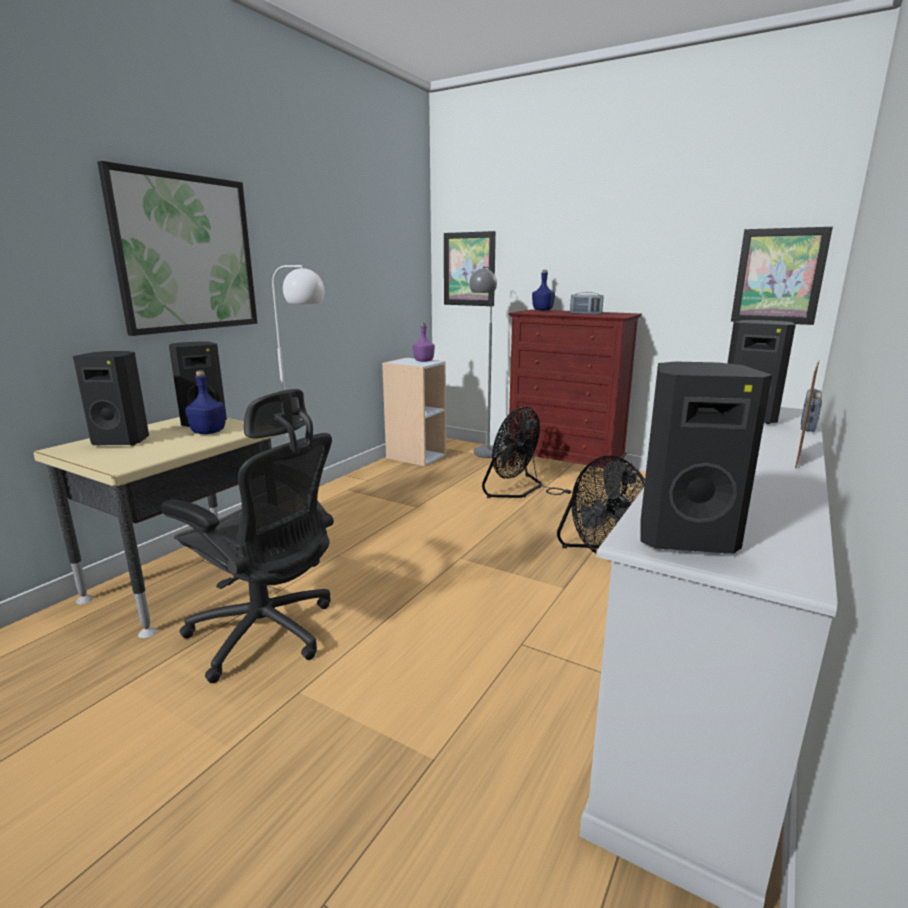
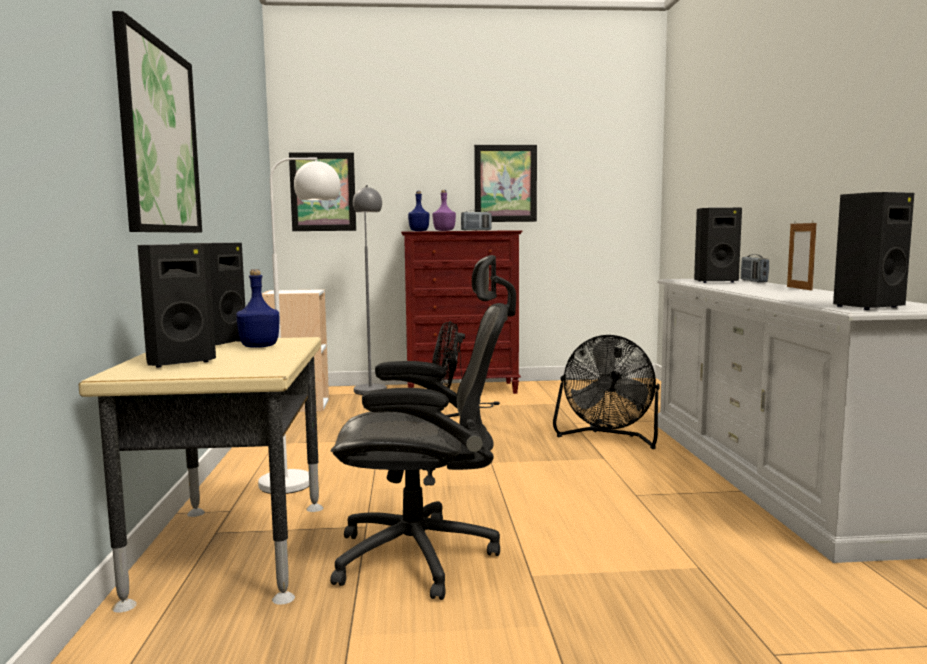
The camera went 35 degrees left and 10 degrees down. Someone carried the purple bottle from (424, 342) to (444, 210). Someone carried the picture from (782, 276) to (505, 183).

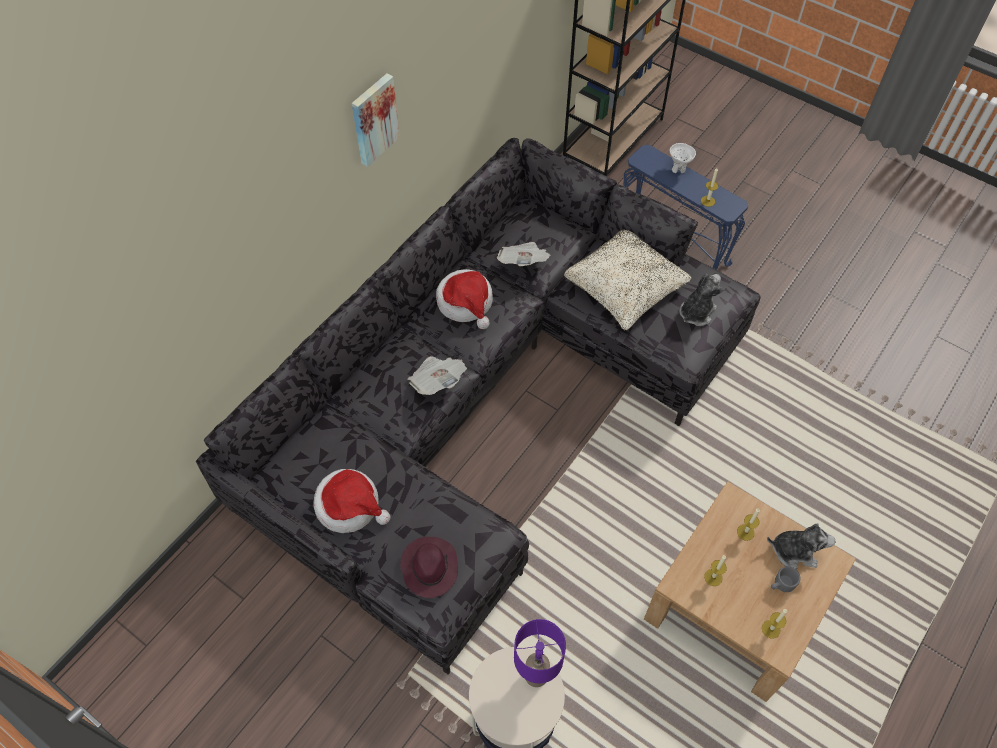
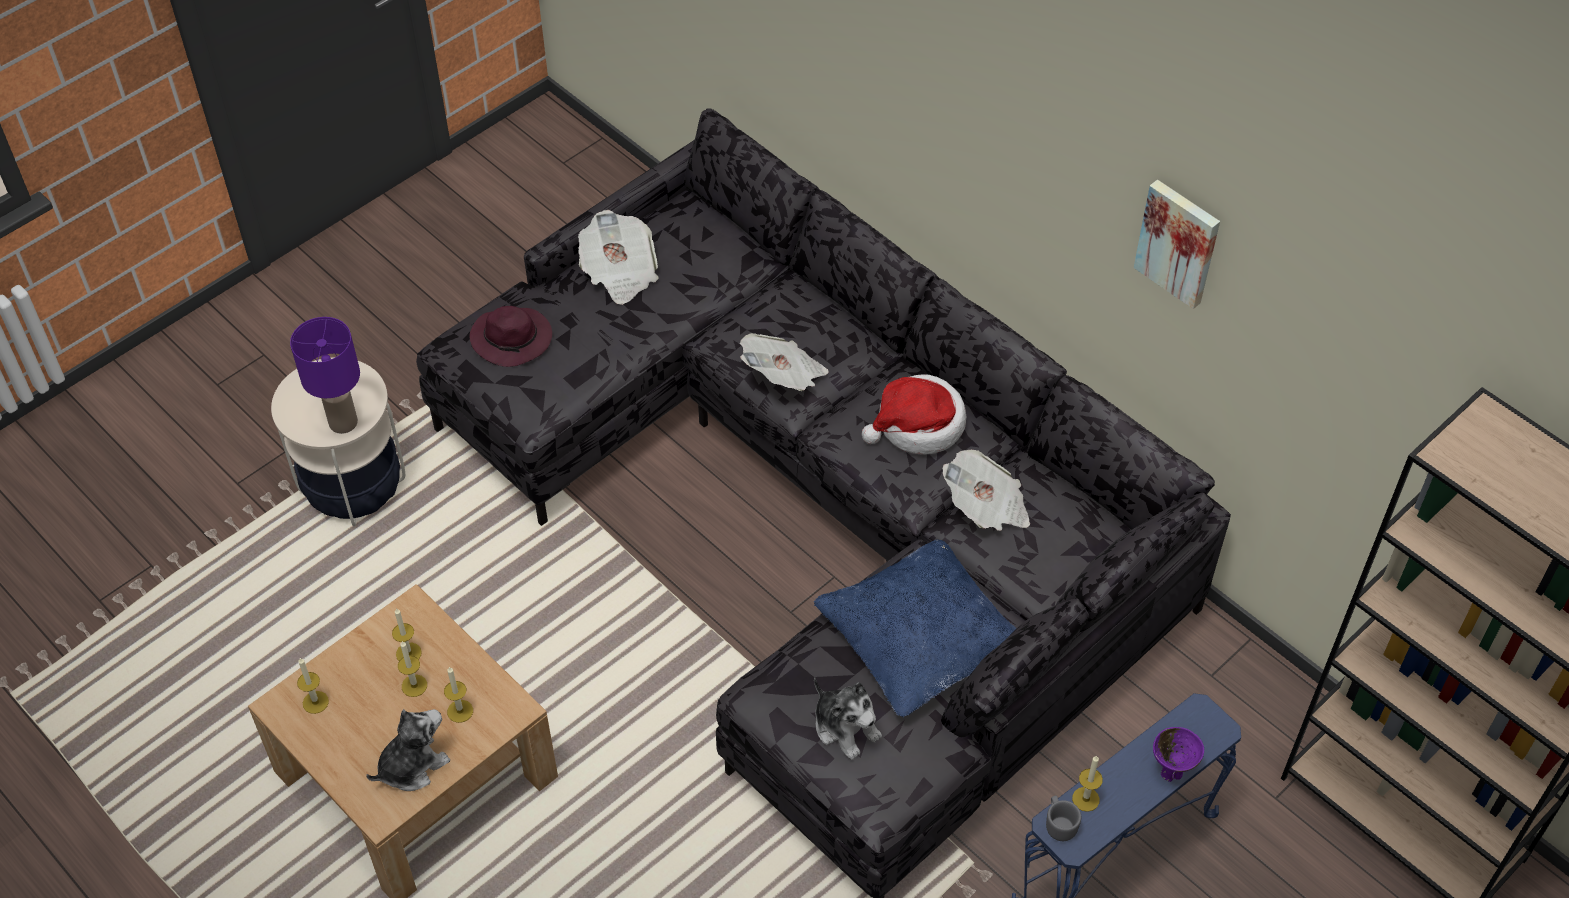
The camera went 100 degrees right and 5 degrees down. Someone rotated the plush toy at (801, 546) by 150 degrees counterclockwise. Someone put down the candle at (412, 669). Someone swapped the hat at (352, 501) for the newspaper at (618, 257). Someone repainted the beige pillow at (628, 280), which became the blue pillow at (915, 628). Someone carried the grey mug from (785, 579) to (1063, 818). Someone carried the picture from (376, 120) to (1177, 244). Someone repainted the white bowl at (683, 158), which became the purple bowl at (1178, 754).

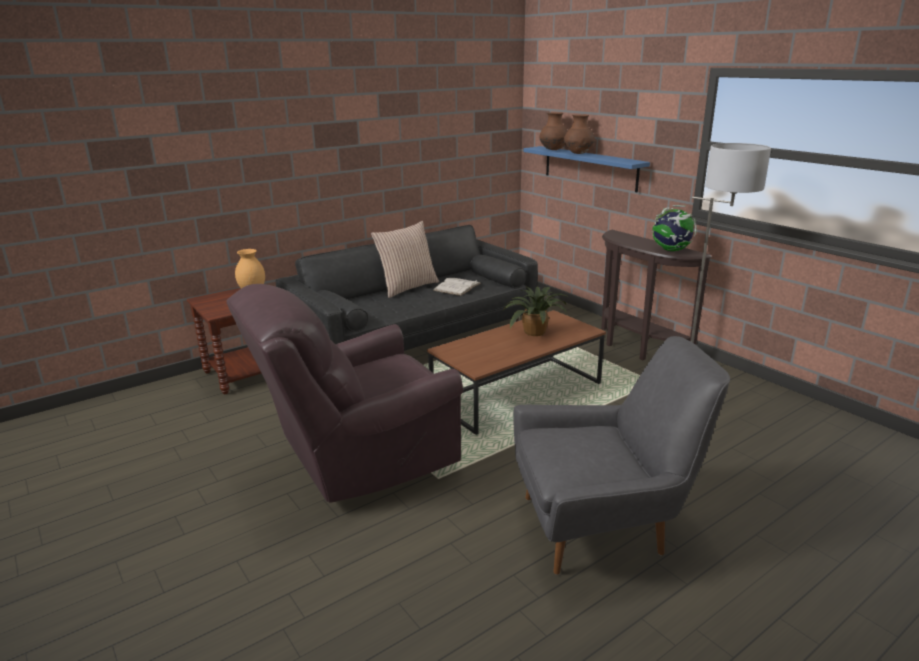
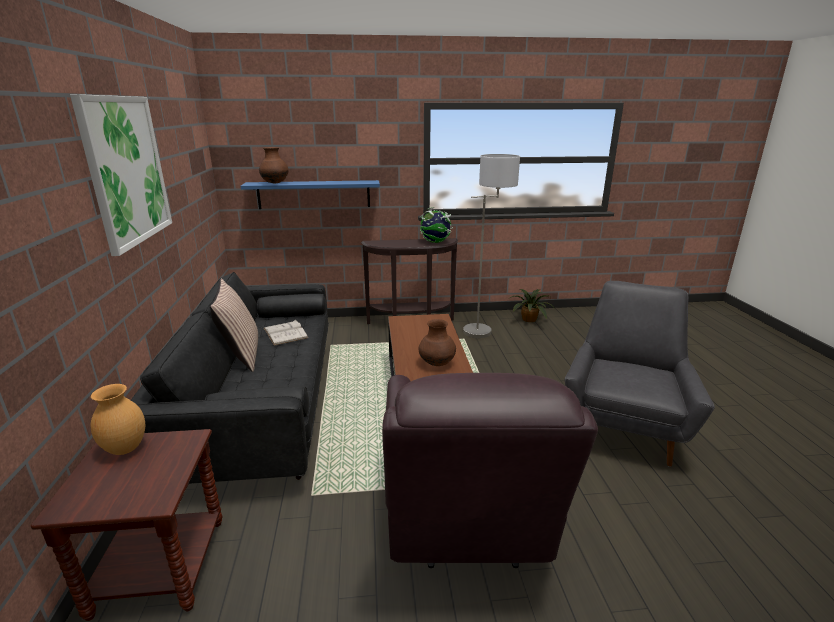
The camera went 60 degrees left and 0 degrees up. Someone put up the picture at (121, 175). Someone carried the brown vase from (579, 134) to (437, 342). Someone carried the potted plant from (535, 311) to (532, 305).

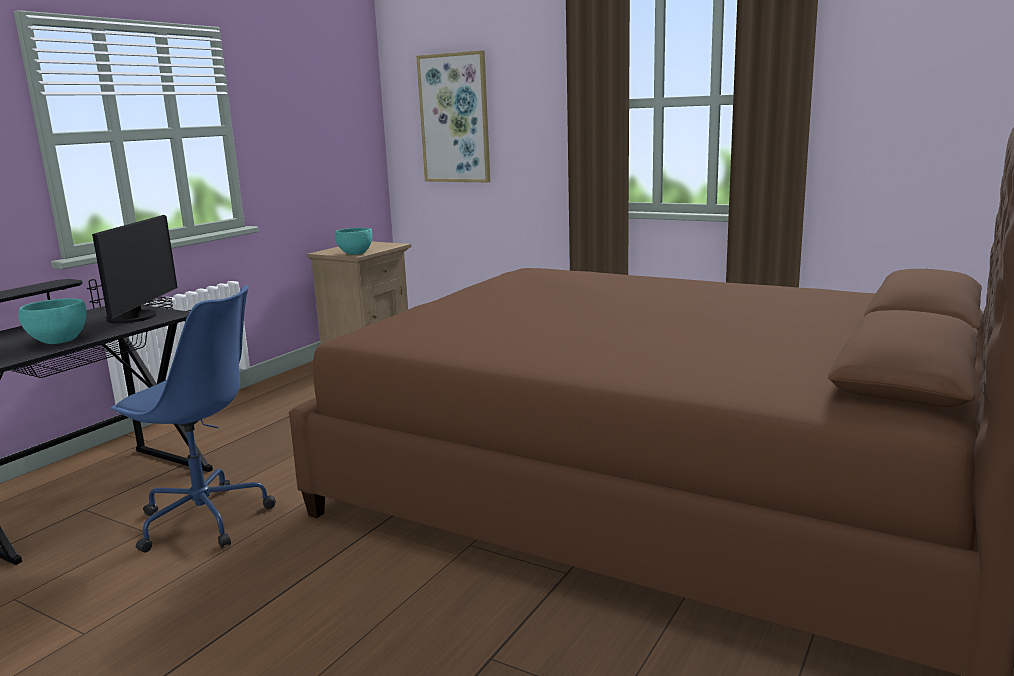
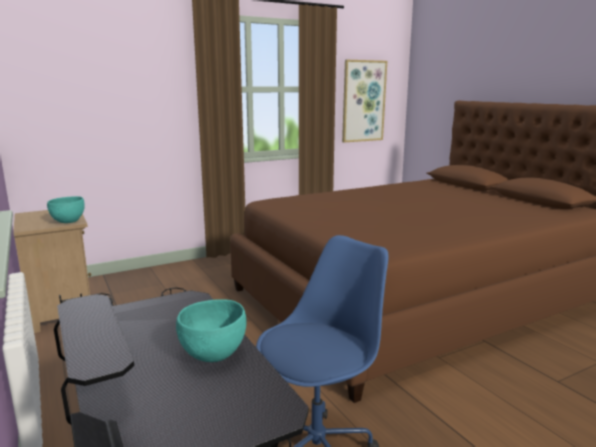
The camera went 60 degrees left and 0 degrees up. Someone carried the picture from (453, 116) to (364, 101). Someone took away the monitor at (135, 269).

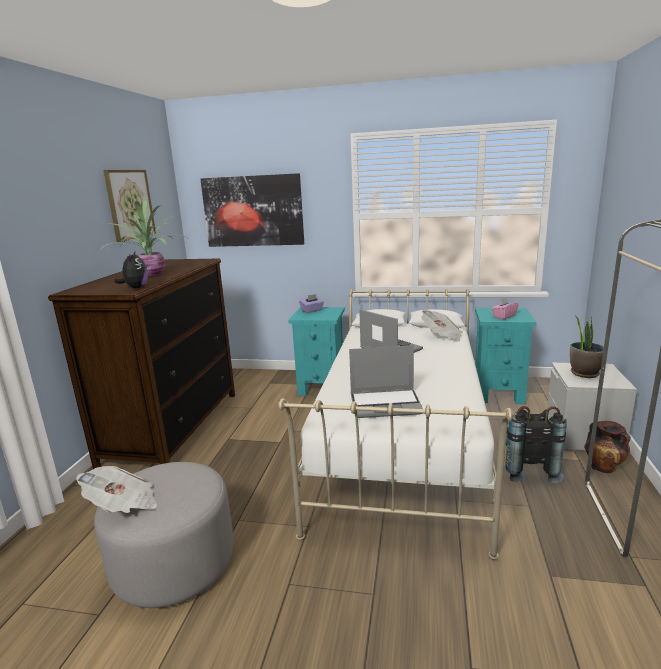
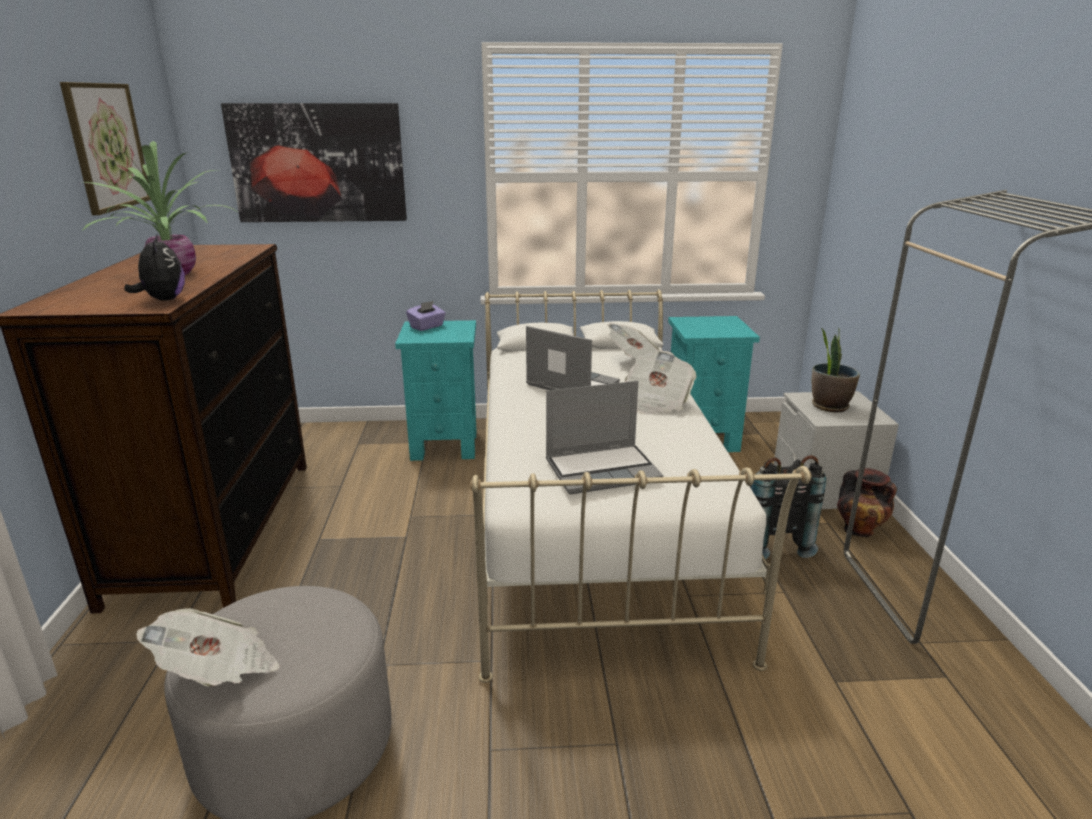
The camera went 15 degrees left and 5 degrees up. Someone put down the newspaper at (661, 383). Someone took away the pink tissue box at (505, 308).

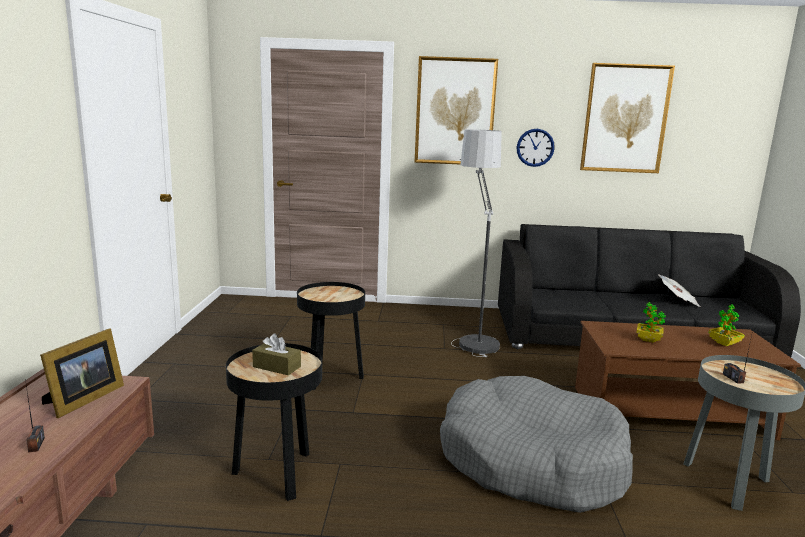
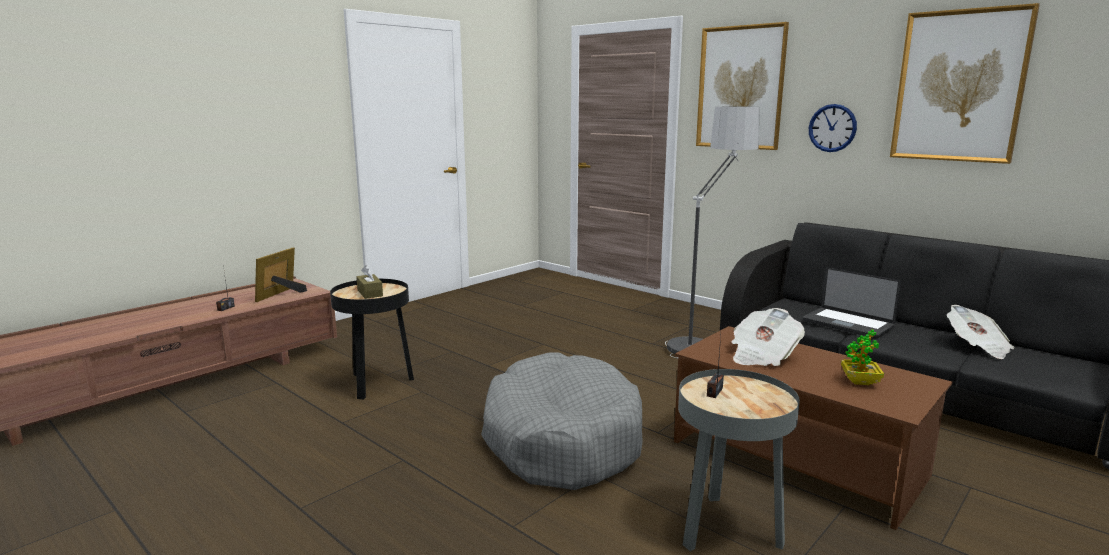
The camera went 40 degrees right and 0 degrees up. Someone rotated the picture frame at (82, 373) by 135 degrees clockwise. Someone swapped the potted plant at (651, 322) for the newspaper at (768, 337). Someone put down the laptop at (851, 302). Someone took away the black side table at (331, 336).

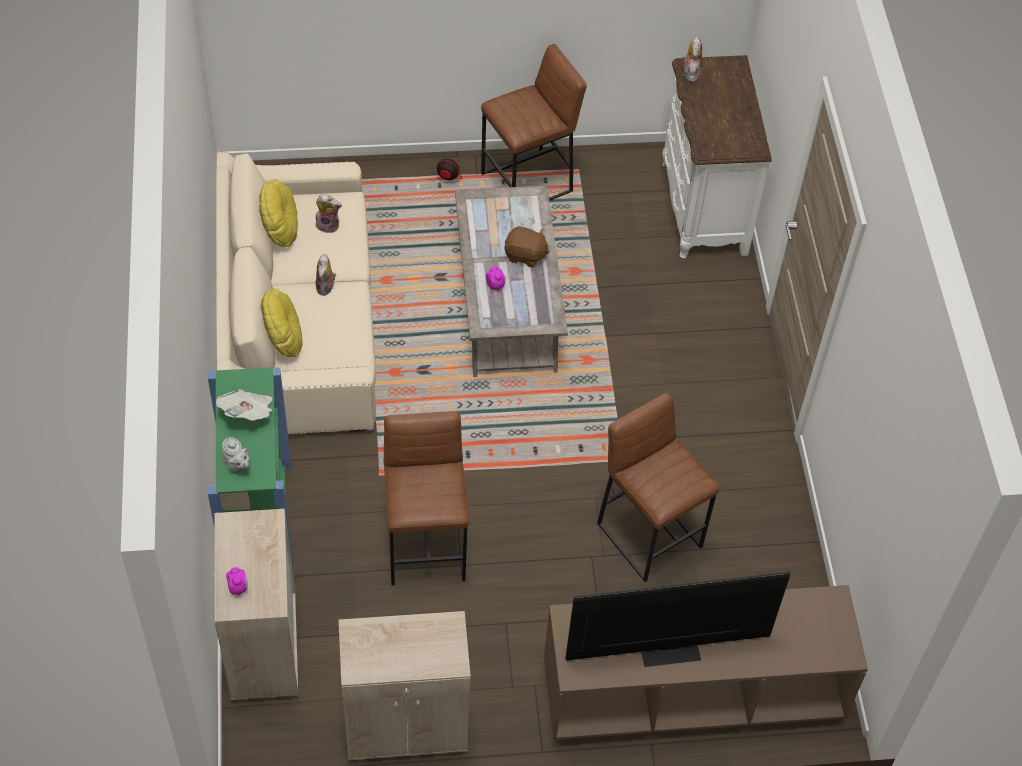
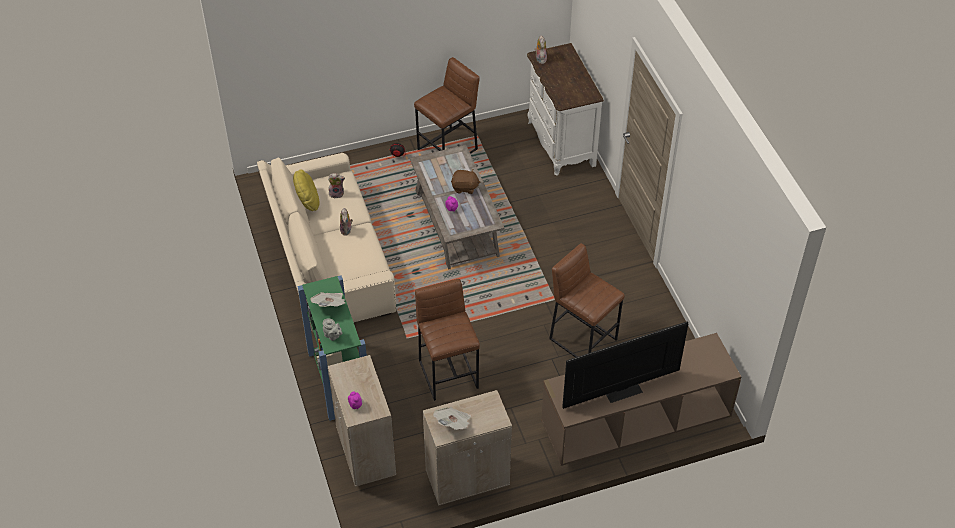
The camera went 10 degrees left and 5 degrees down. Someone put down the newspaper at (452, 418). Someone took away the yellow pillow at (282, 322).

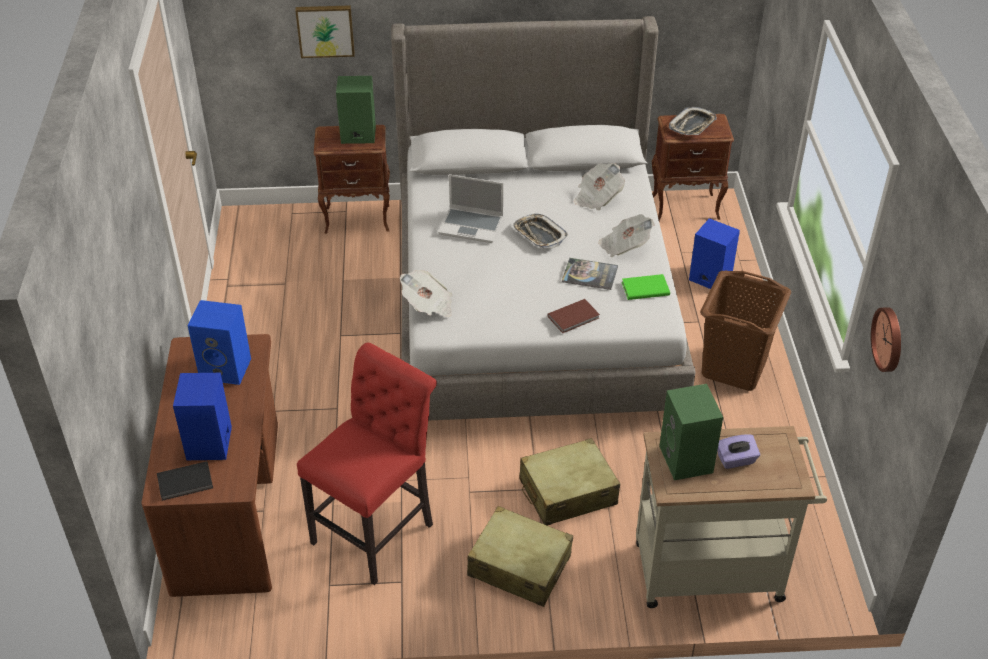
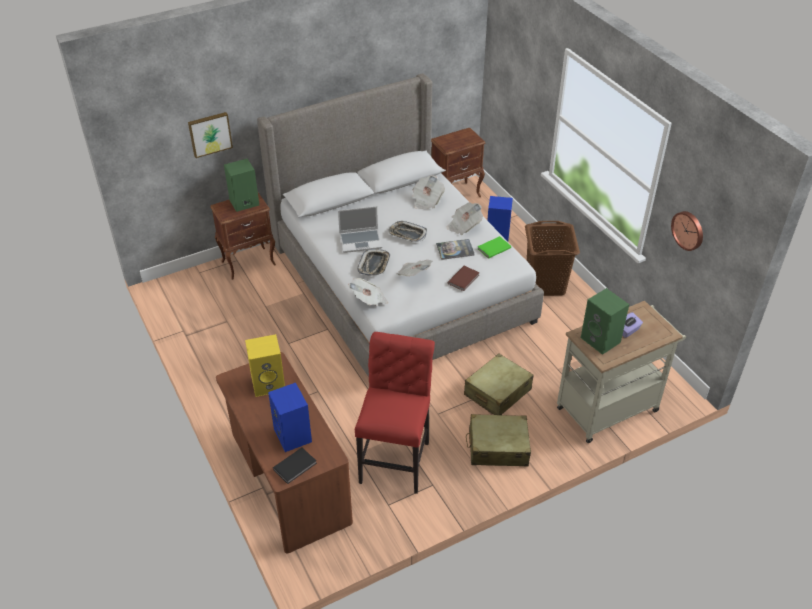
The camera went 25 degrees left and 0 degrees up. Someone repainted the blue speaker at (219, 342), which became the yellow speaker at (265, 365). Someone carried the tray from (693, 121) to (373, 262). Someone put down the newspaper at (414, 268).

